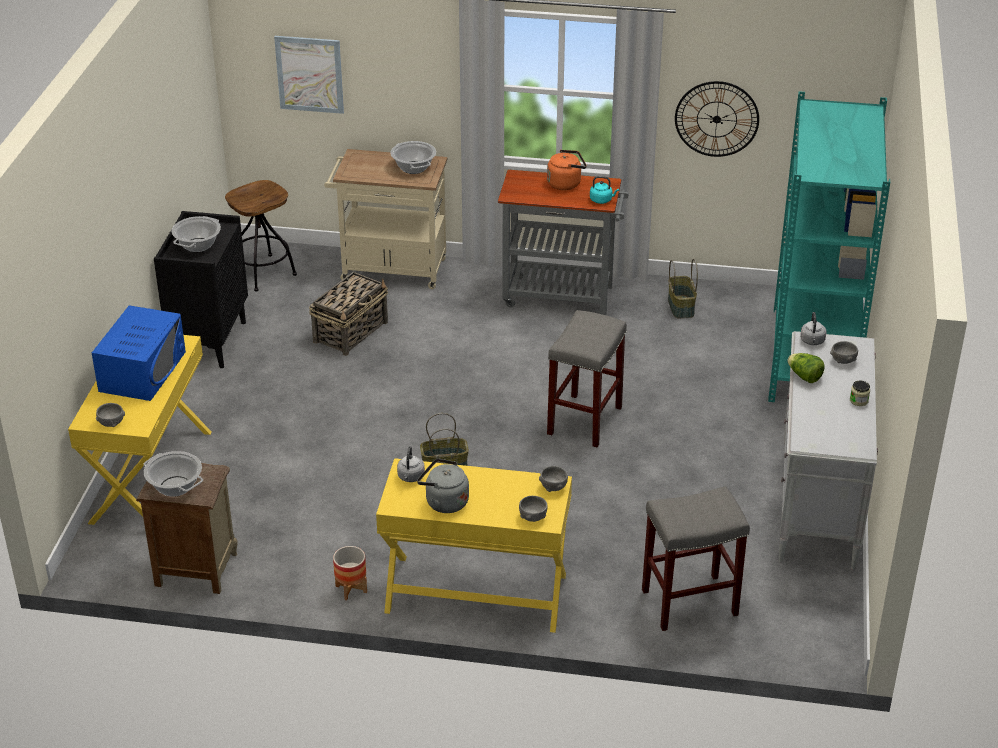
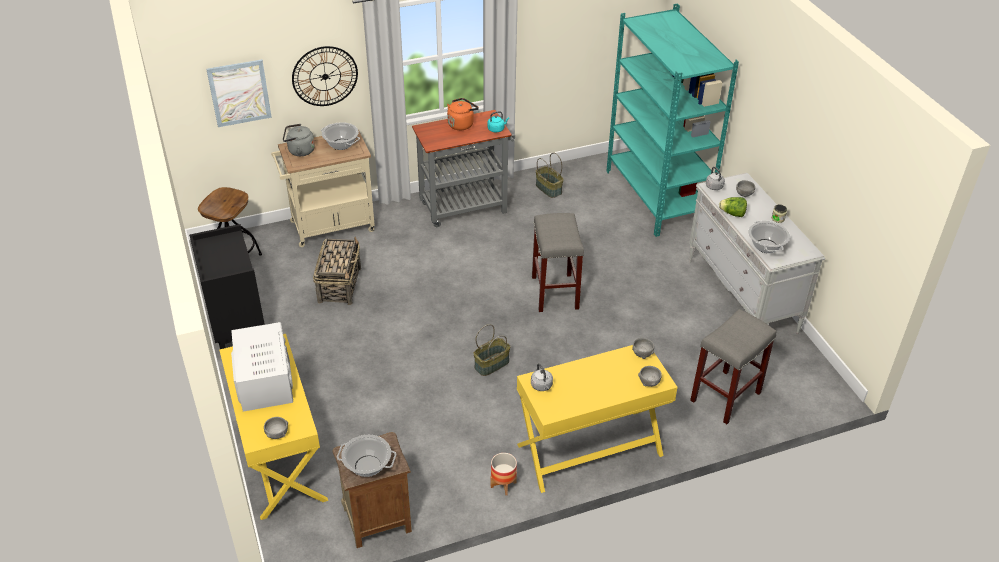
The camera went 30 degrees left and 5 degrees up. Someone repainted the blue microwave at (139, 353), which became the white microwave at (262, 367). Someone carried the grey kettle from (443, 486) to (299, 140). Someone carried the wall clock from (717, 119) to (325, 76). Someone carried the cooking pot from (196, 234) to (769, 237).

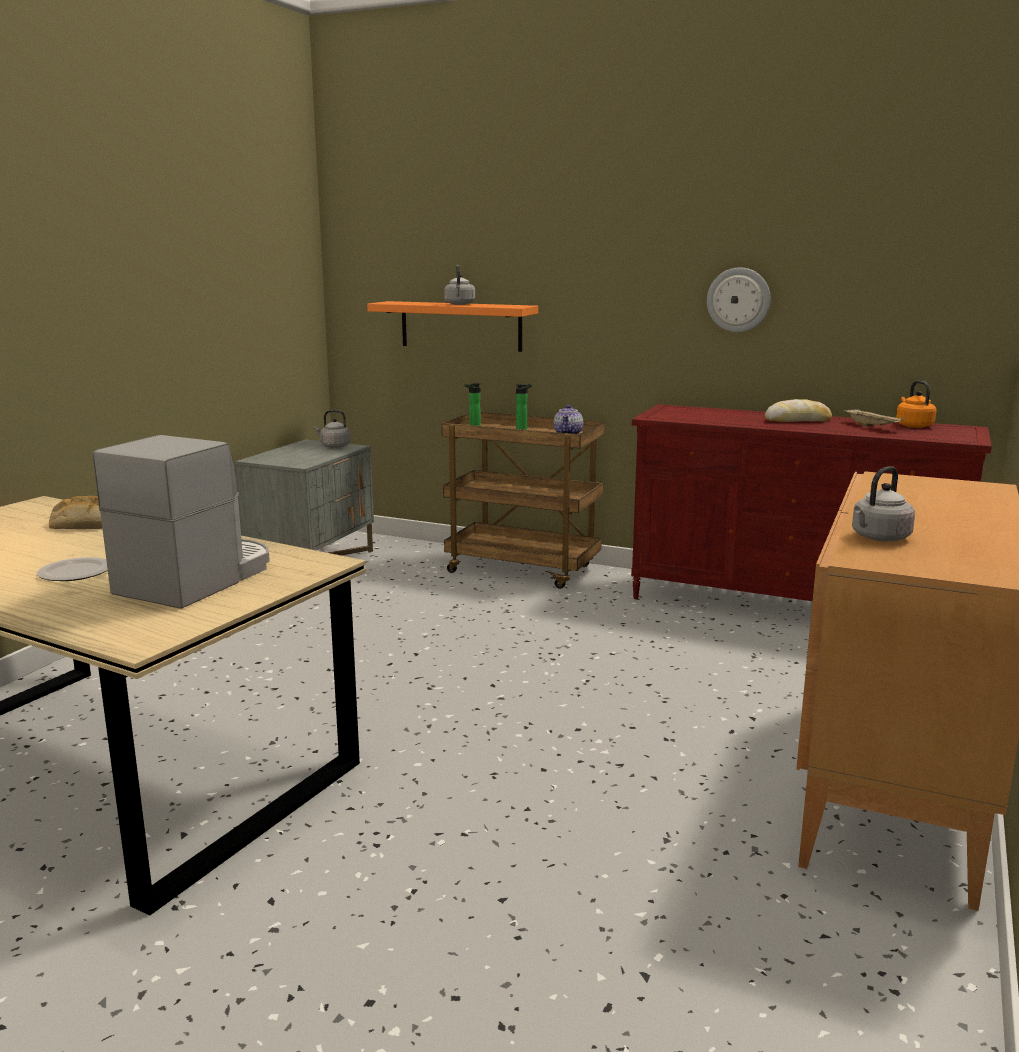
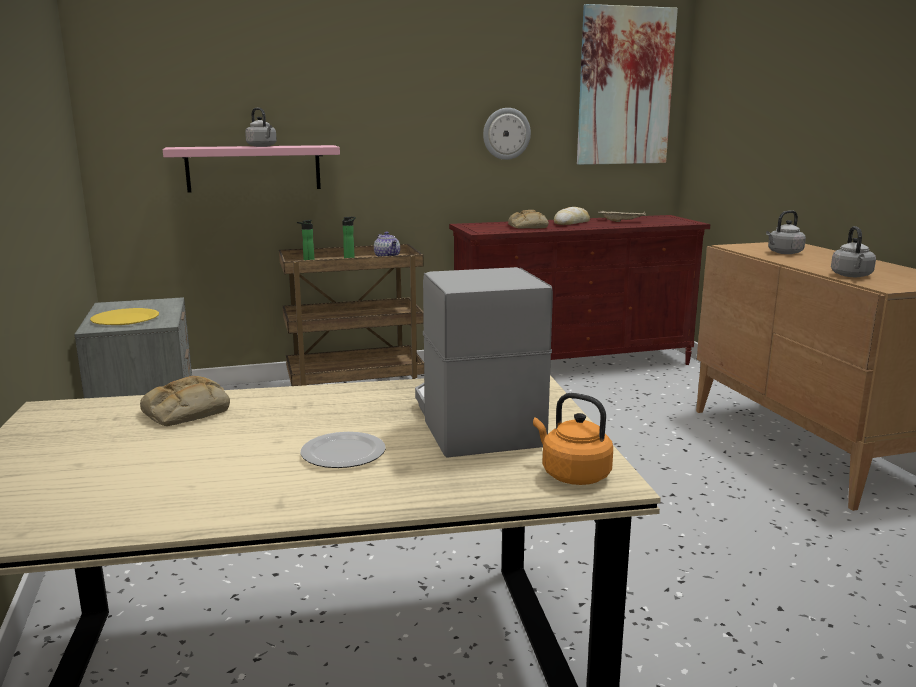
The camera went 40 degrees left and 0 degrees up. Someone put down the yellow plate at (124, 316). Someone repainted the orange shelf at (452, 326), which became the pink shelf at (251, 169). Someone put down the bread at (528, 219). Someone carried the orange kettle from (916, 404) to (573, 439). Someone put up the picture at (627, 84). Someone carried the grey kettle from (331, 429) to (786, 232).

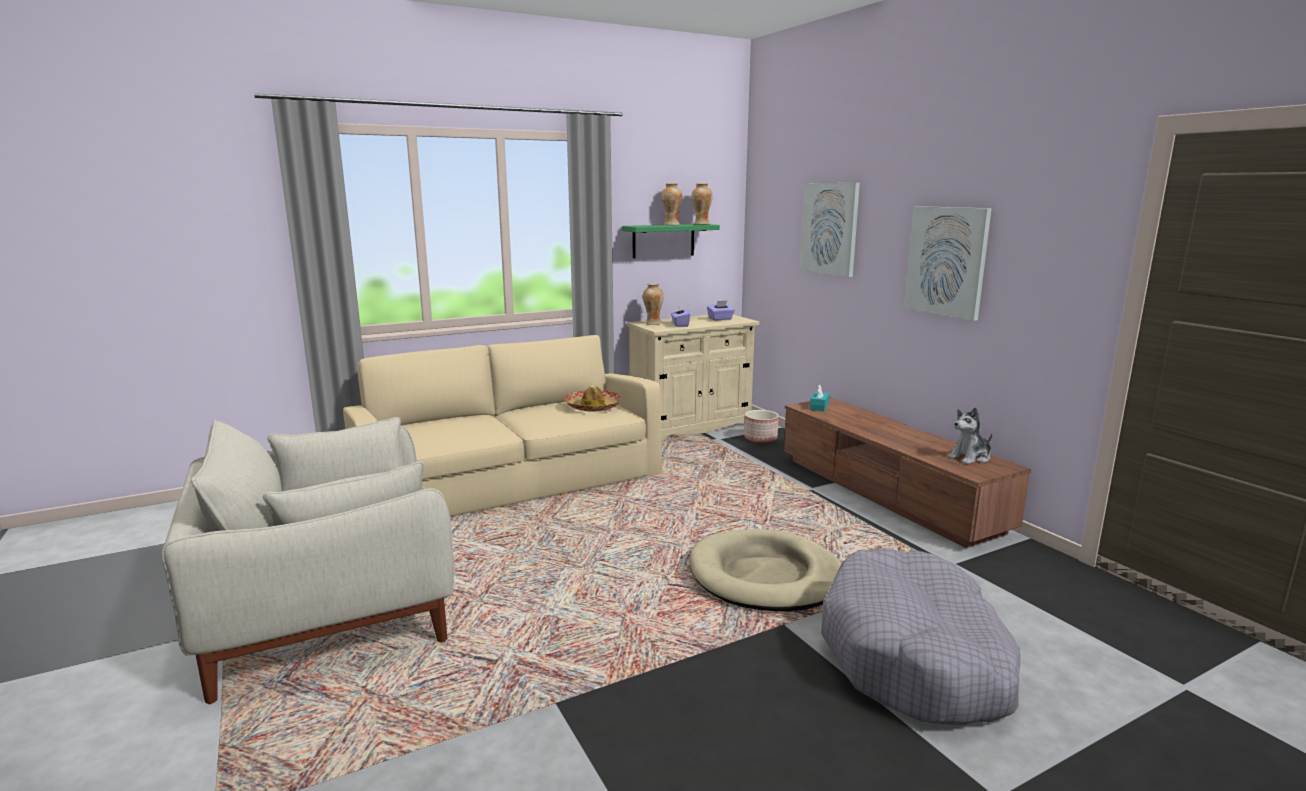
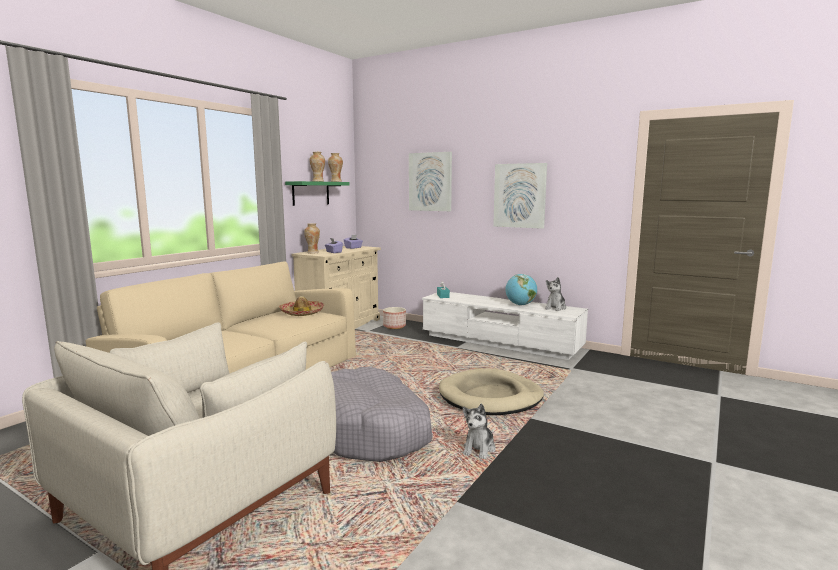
The camera went 30 degrees left and 5 degrees down. Someone carried the grey dog bed from (920, 636) to (381, 414). Someone repainted the brown tv stand at (907, 473), which became the white tv stand at (505, 326). Someone put down the plush toy at (479, 431). Someone put down the globe at (521, 290).

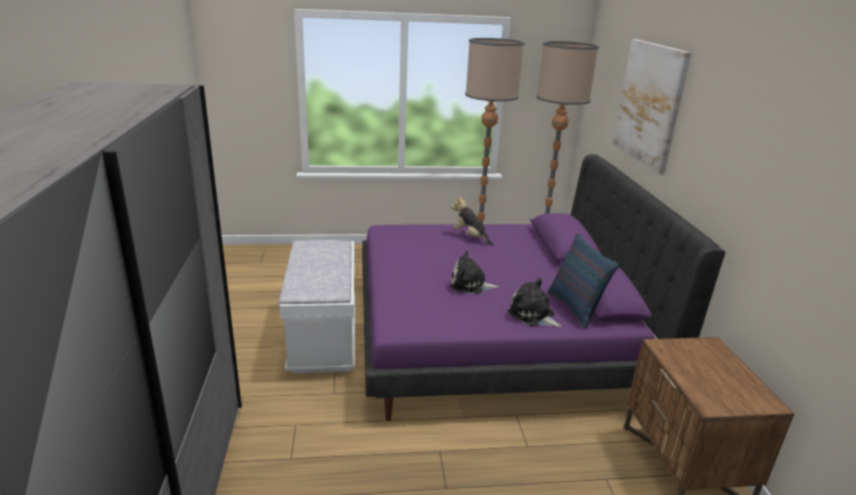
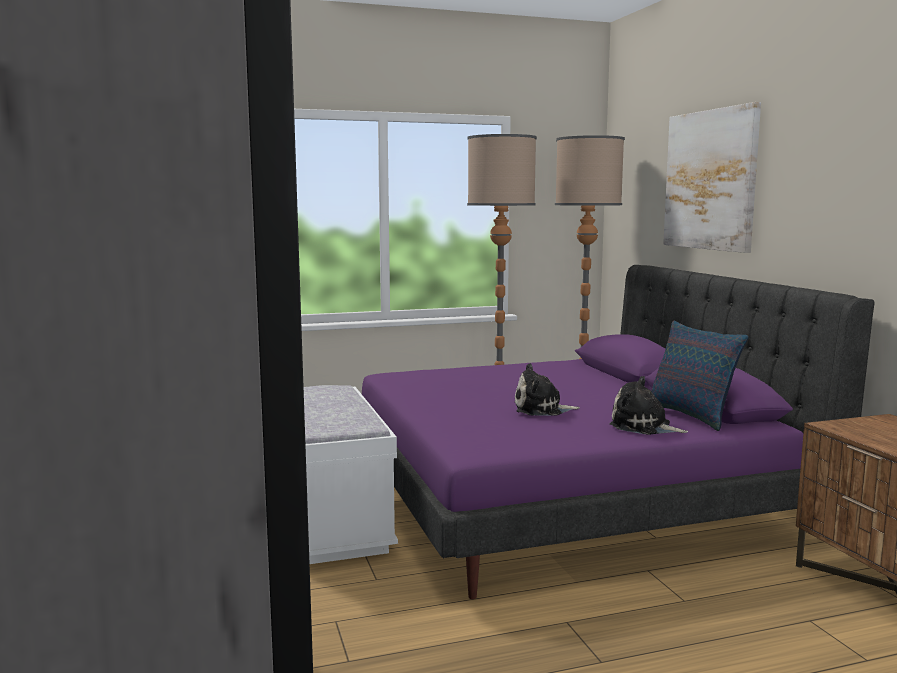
The camera went 10 degrees left and 15 degrees down. Someone took away the plush toy at (472, 221).

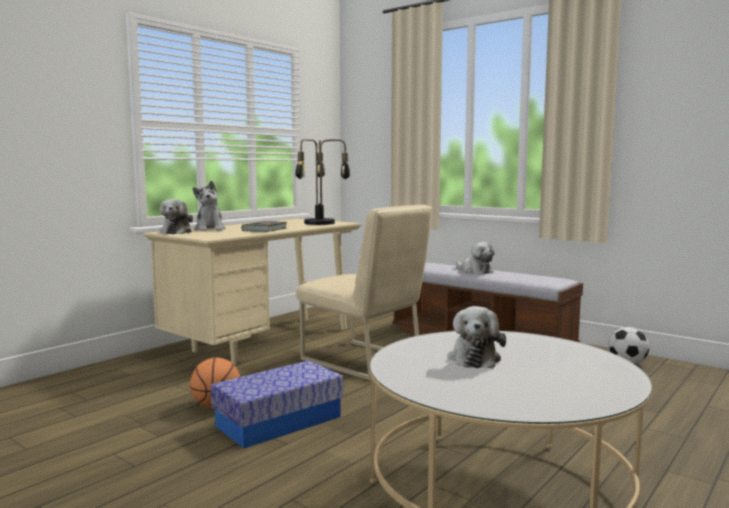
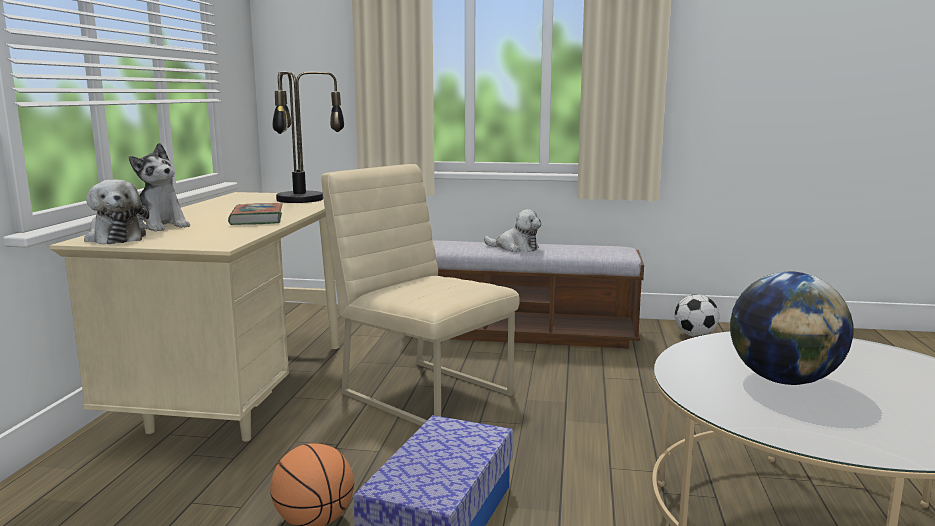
The camera went 30 degrees left and 5 degrees up. Someone rotated the beige chair at (364, 293) by 150 degrees counterclockwise. Someone swapped the plush toy at (476, 337) for the globe at (791, 328).

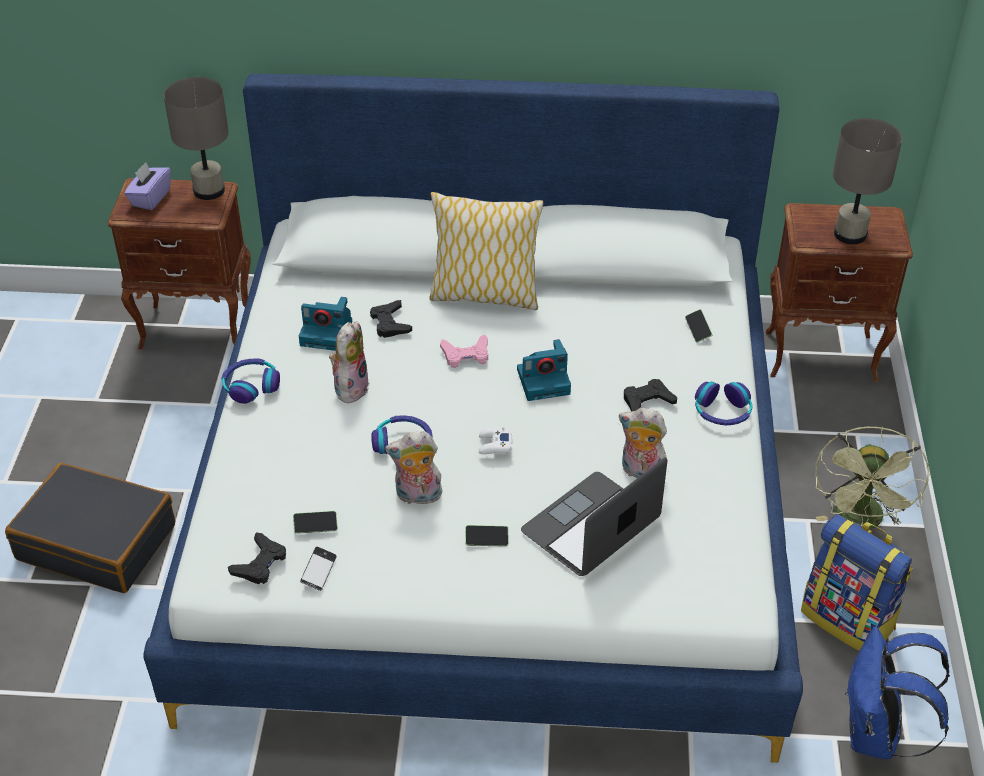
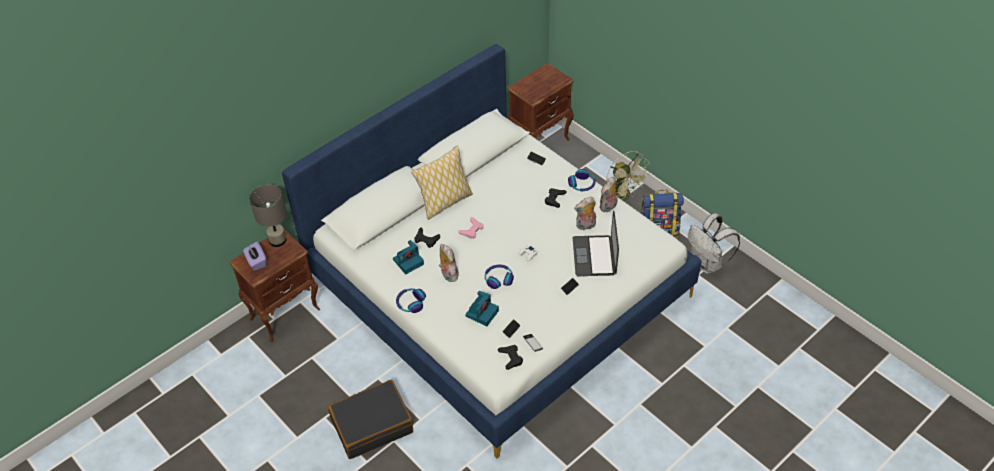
The camera went 45 degrees left and 5 degrees up. Someone carried the photo camera from (544, 370) to (482, 308). Someone carried the plush toy from (415, 468) to (609, 194). Someone repainted the blue backpack at (897, 692), which became the white backpack at (714, 243). Someone took away the grey table lamp at (867, 181).

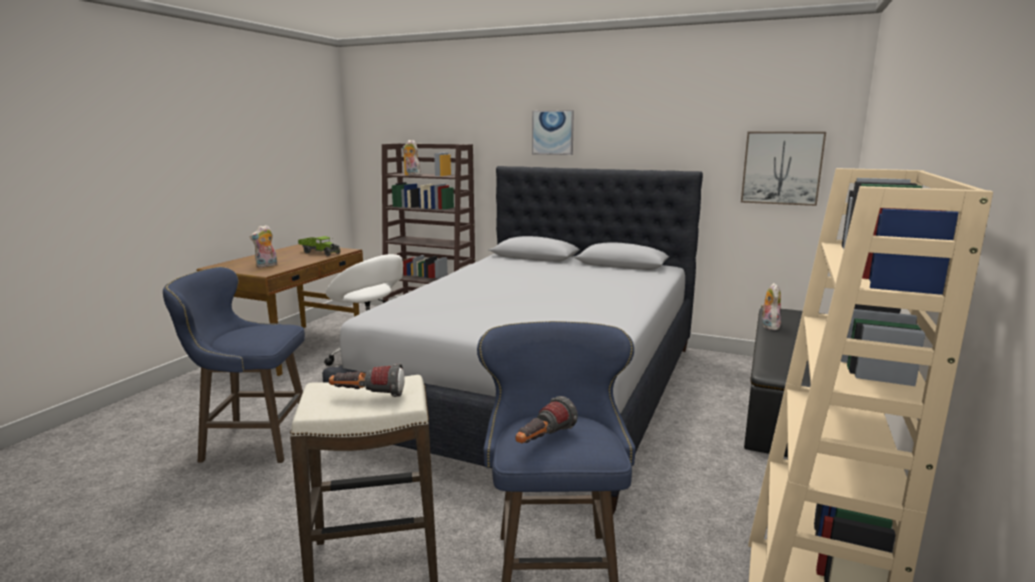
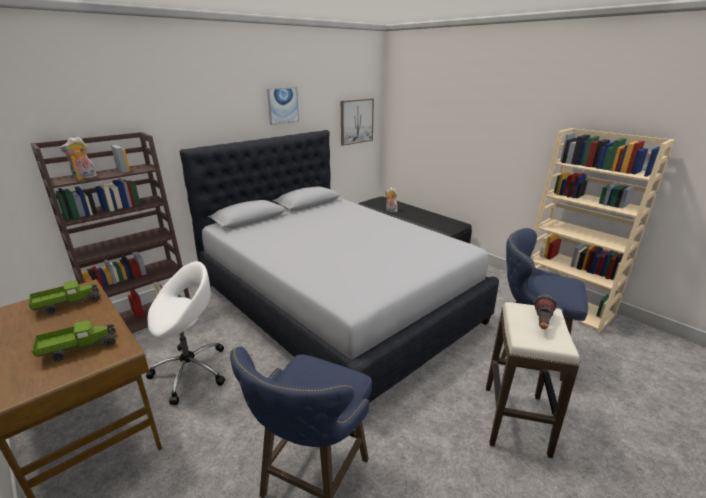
The camera went 65 degrees left and 10 degrees up. Someone swapped the plush toy at (263, 246) for the toy truck at (74, 341). Someone carried the picture from (553, 132) to (283, 106). Someone took away the flashlight at (546, 419).

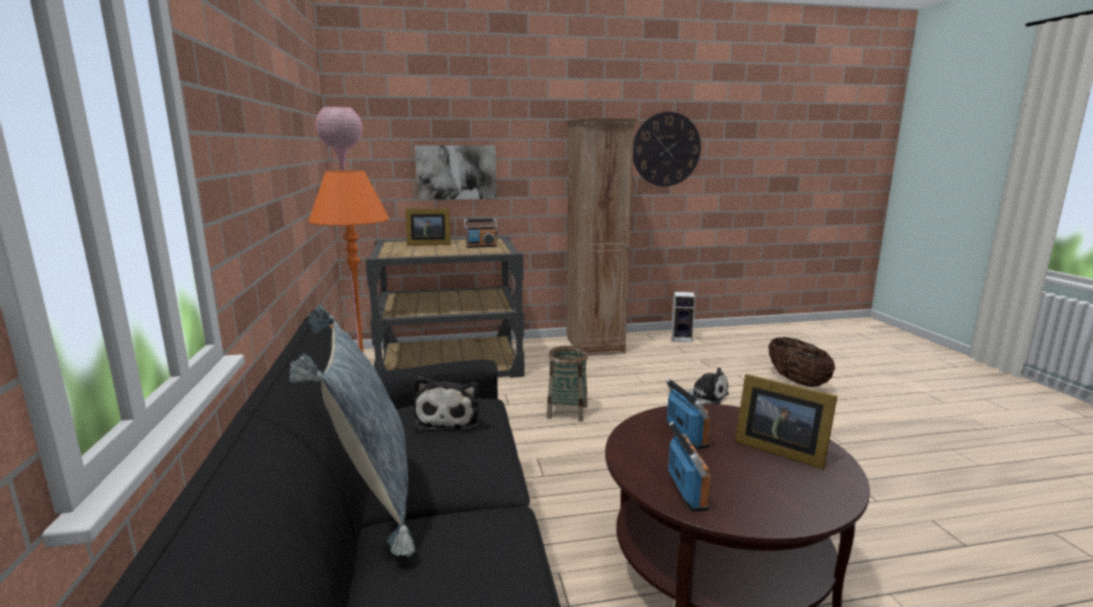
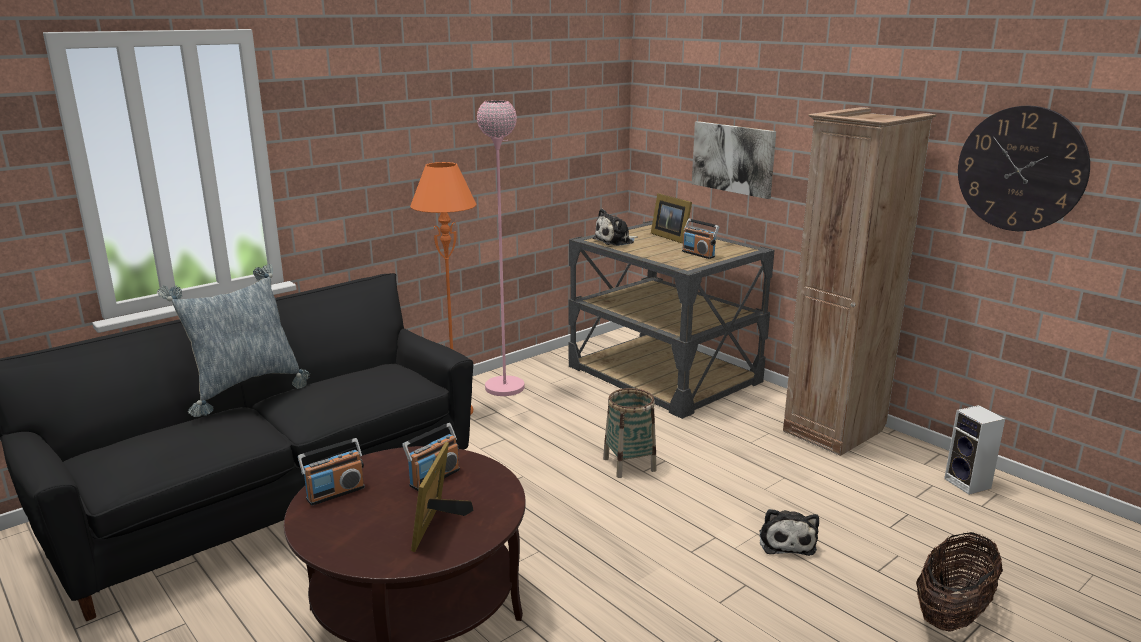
The camera went 60 degrees right and 5 degrees up. Someone carried the plush toy from (446, 404) to (615, 227).

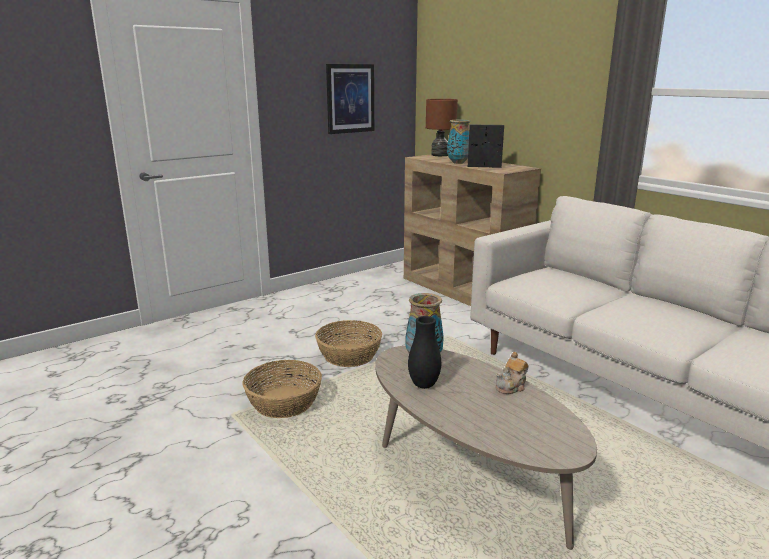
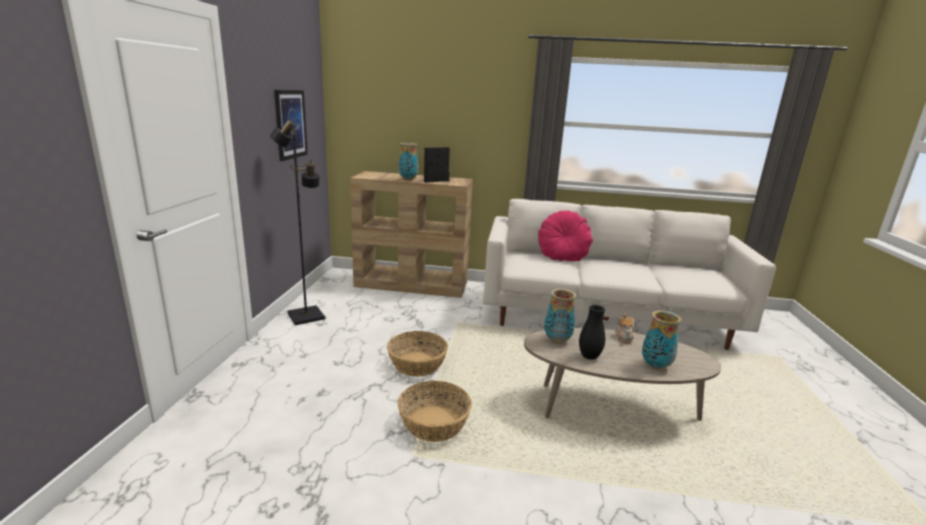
The camera went 45 degrees left and 0 degrees up. Someone put down the black floor lamp at (297, 222). Someone put down the pink pillow at (565, 235). Someone put down the vase at (661, 340). Someone took away the brown table lamp at (442, 127).

